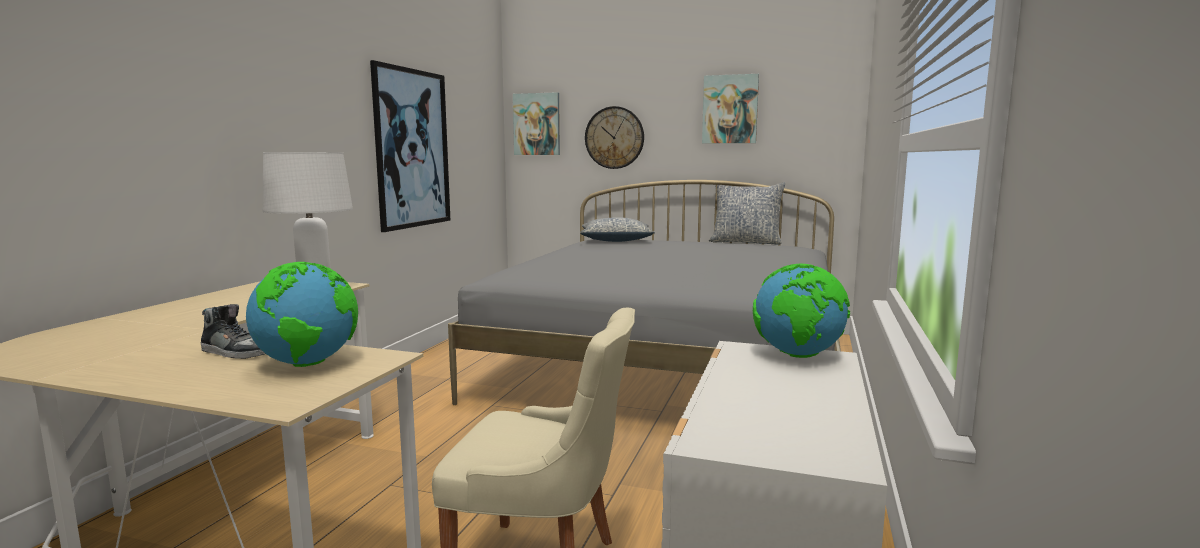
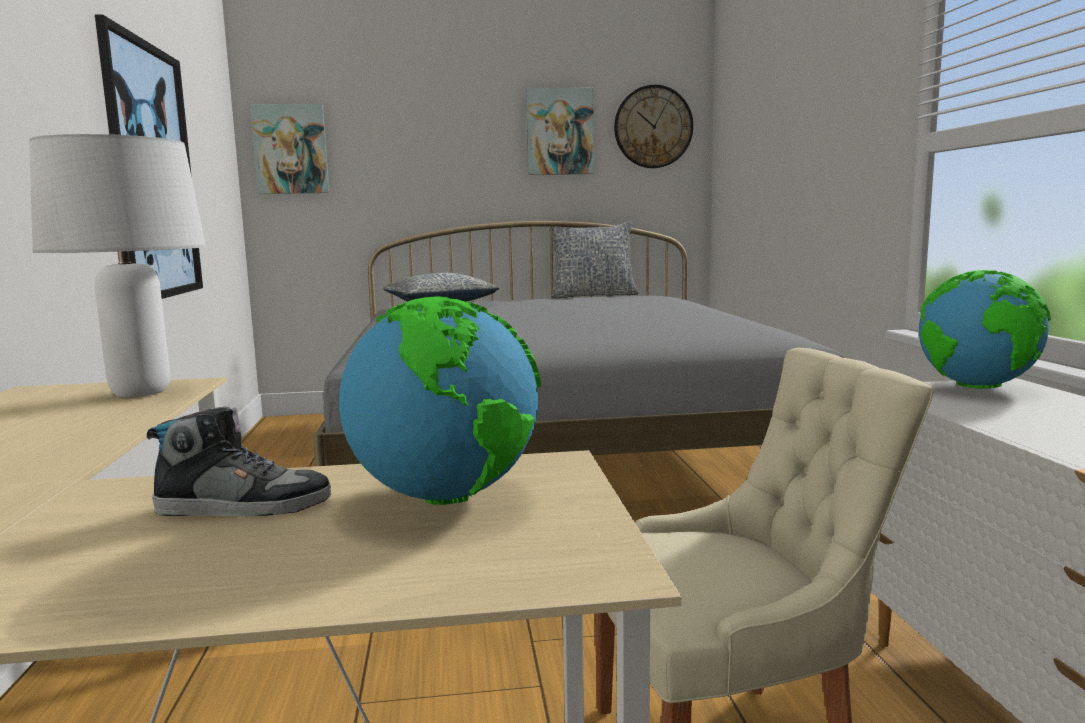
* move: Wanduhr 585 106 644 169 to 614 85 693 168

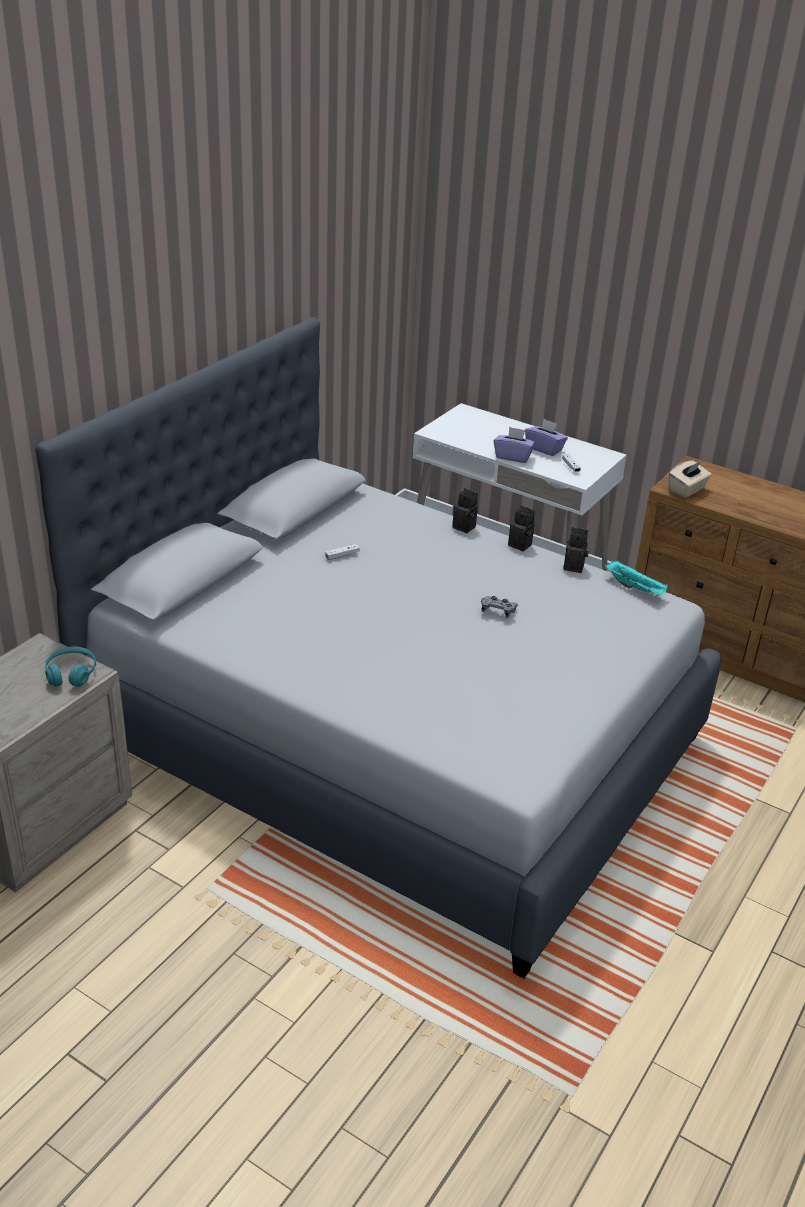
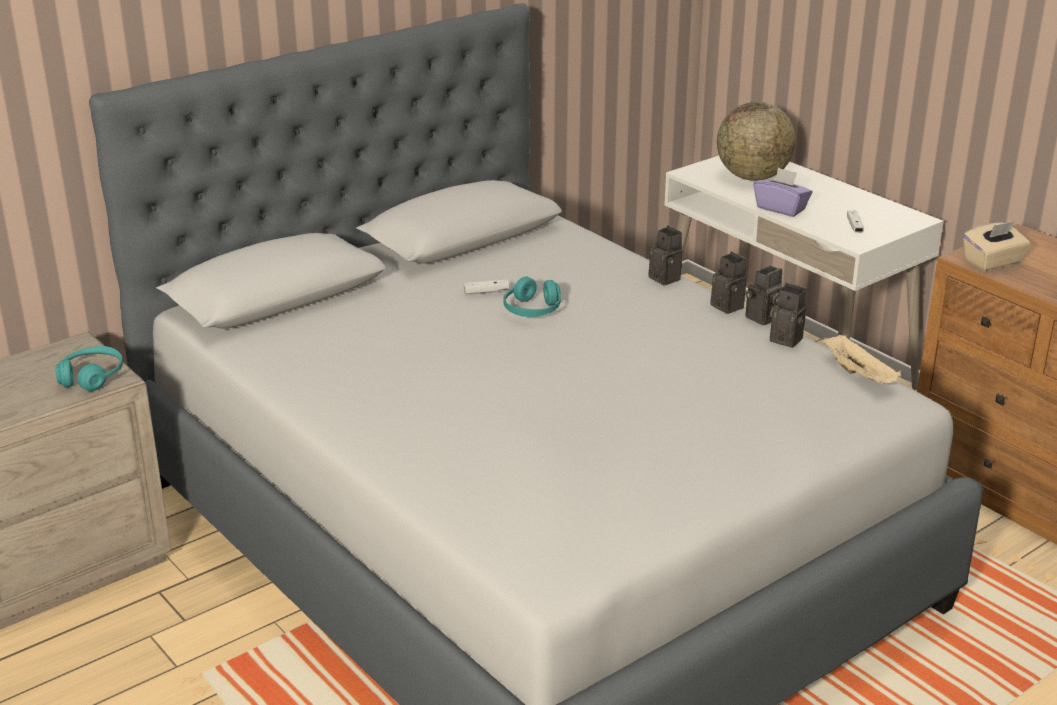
* delete: Gamepad (grau) 481 596 518 618
* delete: Taschentuchbox (lila) 525 419 568 456
* insert: Kopfhörer (türkis) 504 276 561 317
* insert: Globus 717 102 796 181
* insert: Kamera 746 266 783 325
* recolor: Tablett (türkis) 605 561 669 595 to Tablett (beige) 823 335 901 384

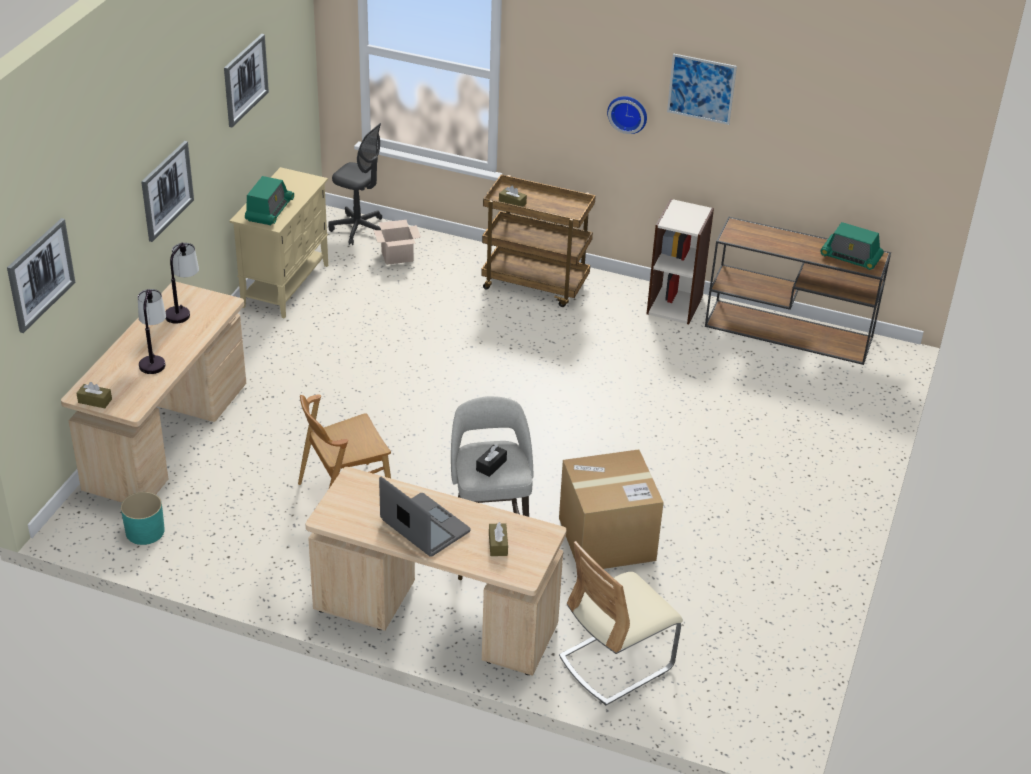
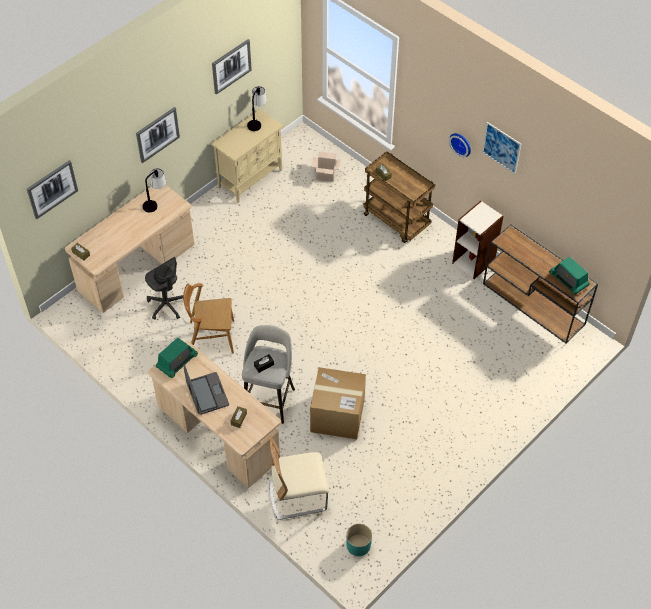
* move: Pflanzkübel (türkis) 121 492 165 545 to 346 524 372 556
* move: Tischlampe 138 289 166 374 to 247 86 267 131
* move: Radio 245 176 294 225 to 156 337 198 378
* move: Bürostuhl (grau) 328 123 382 245 to 145 257 183 320

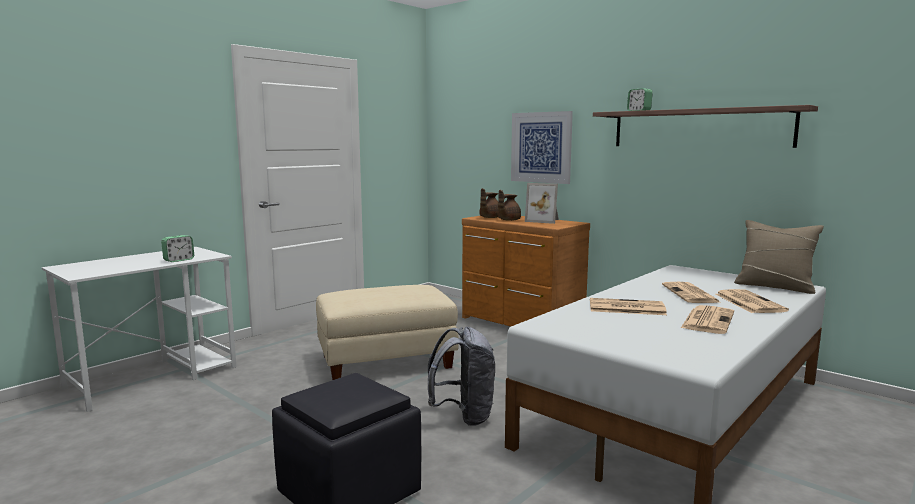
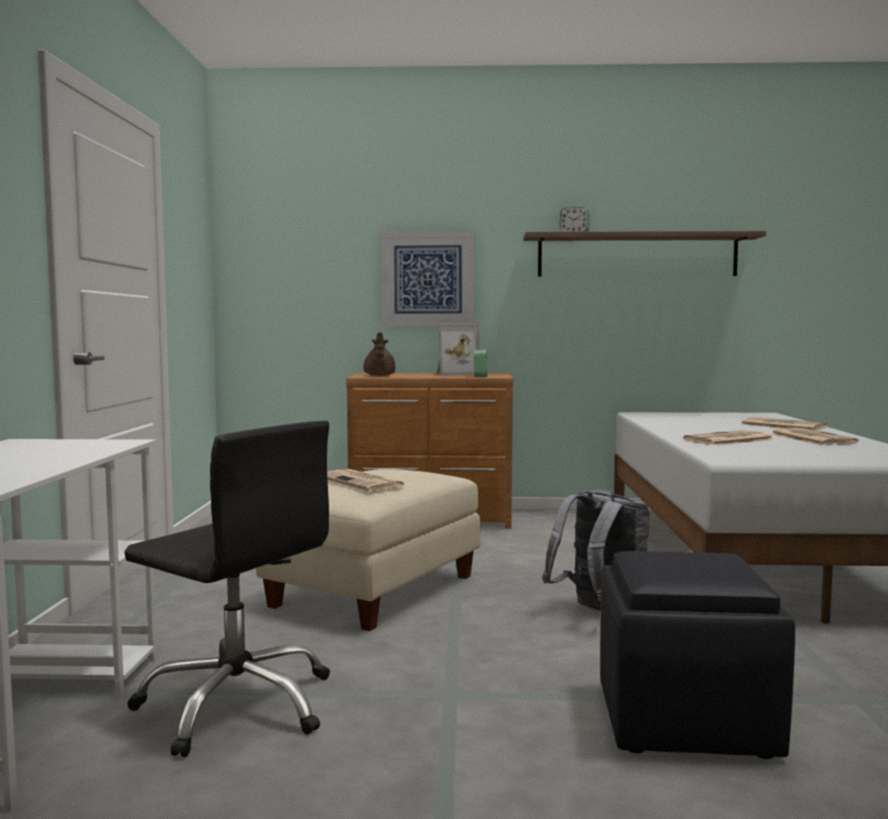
* delete: Teekanne (braun) 498 190 521 221
* delete: Kissen (beige) 734 220 824 294
* insert: Bürostuhl (schwarz) 125 421 330 757
* move: Wecker 161 235 194 262 to 473 350 488 377
* move: Zeitung 662 282 721 303 to 327 469 406 491

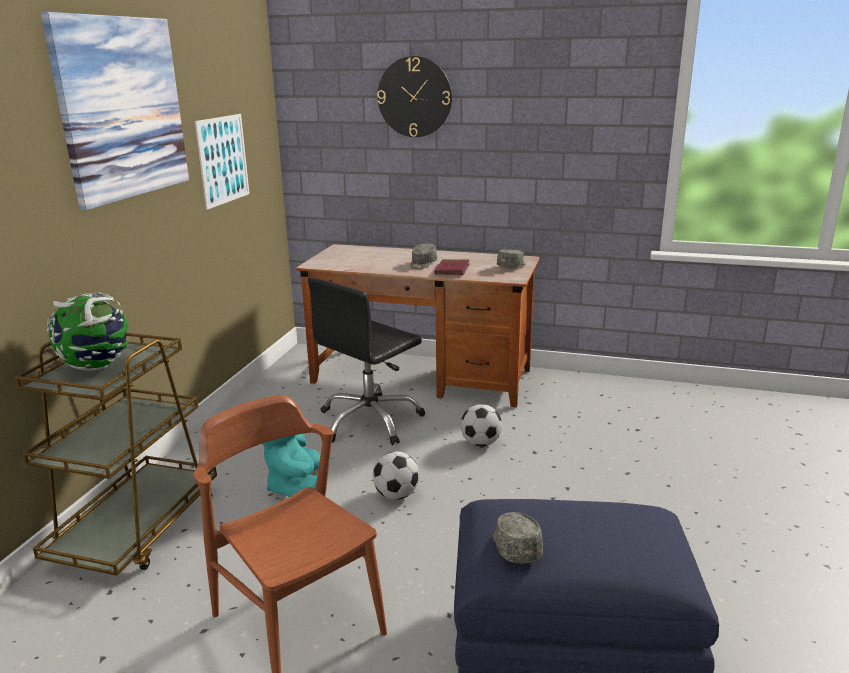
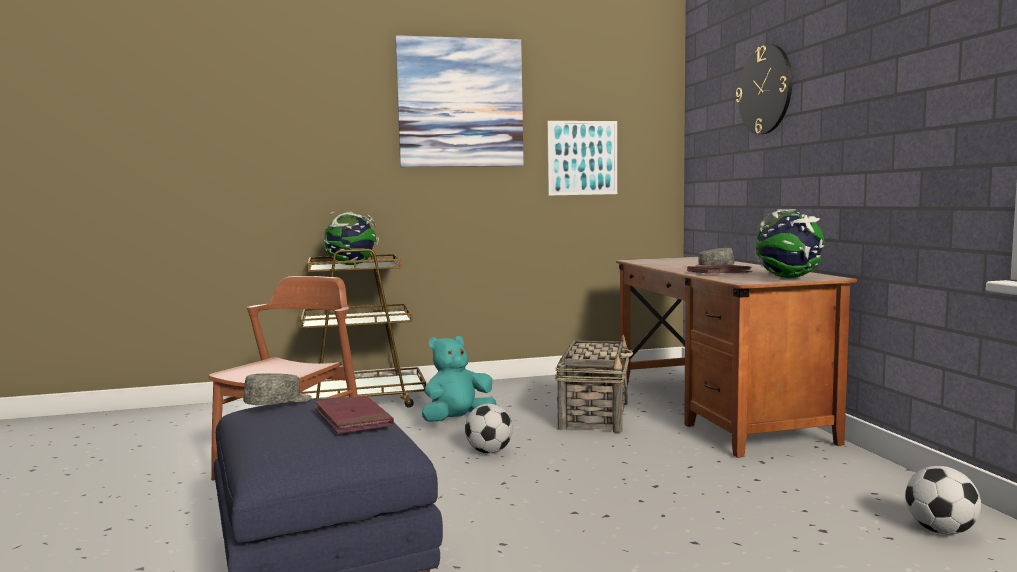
* insert: Buch (rot) 315 396 394 434
* move: Fußball 461 404 502 447 to 905 466 981 534
* replace: Bürostuhl (schwarz) 308 277 425 445 to Korb 555 335 633 433
* replace: Kappe (grau) 497 249 526 267 to Globus 754 209 825 278

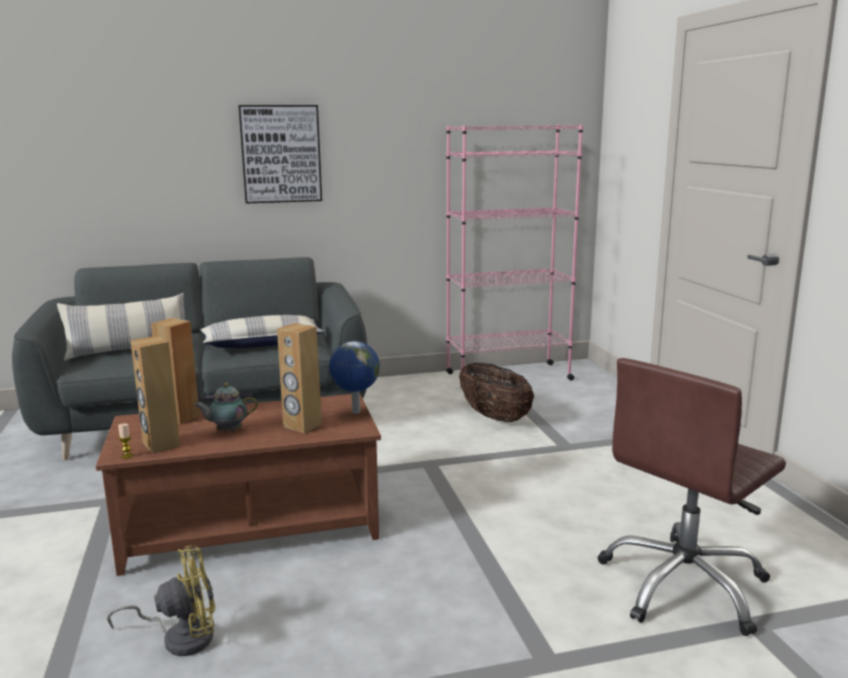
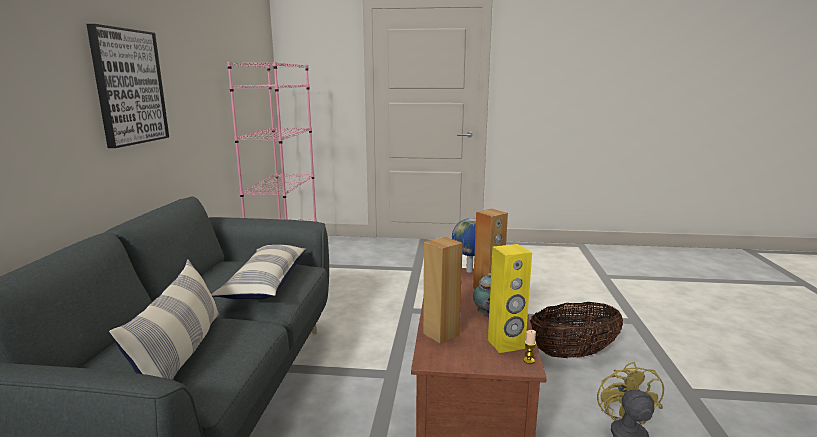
* delete: Bürostuhl (braun) 598 358 786 636
* move: Korb 459 363 534 422 to 530 302 623 358
* recolor: Lautsprecher (braun) 130 336 180 453 to Lautsprecher (gelb) 488 244 532 353

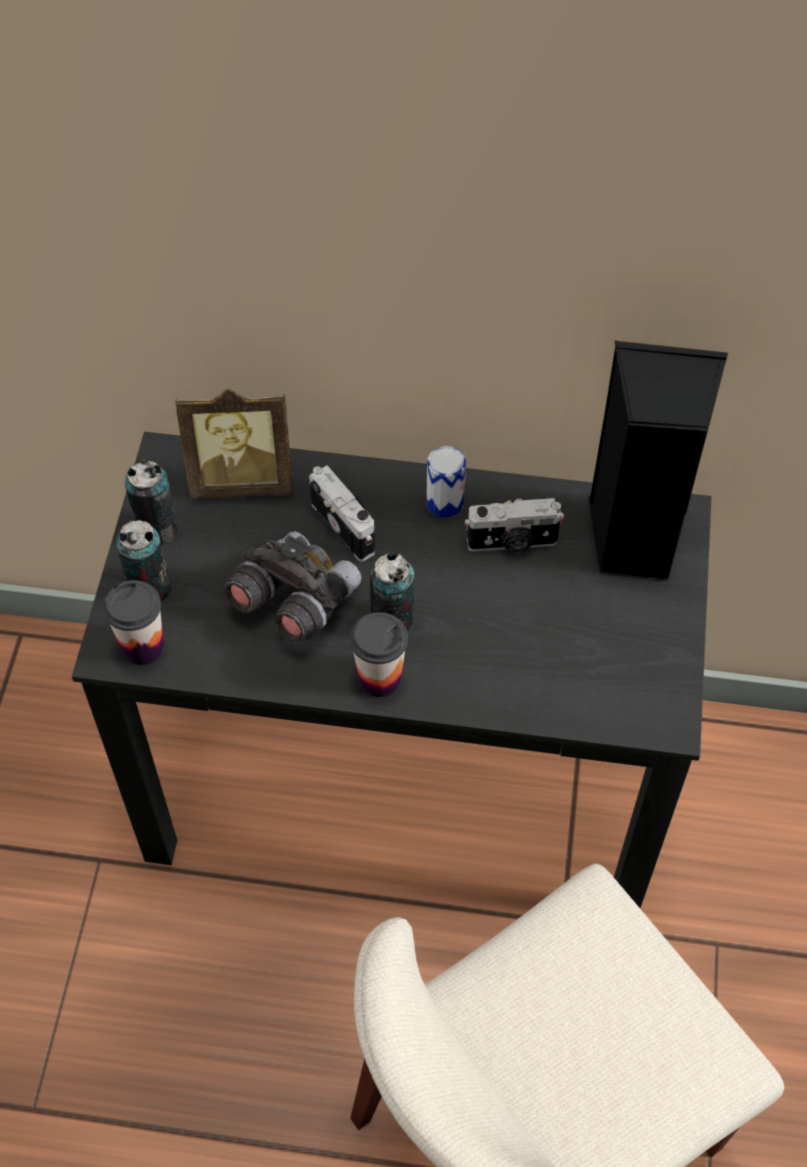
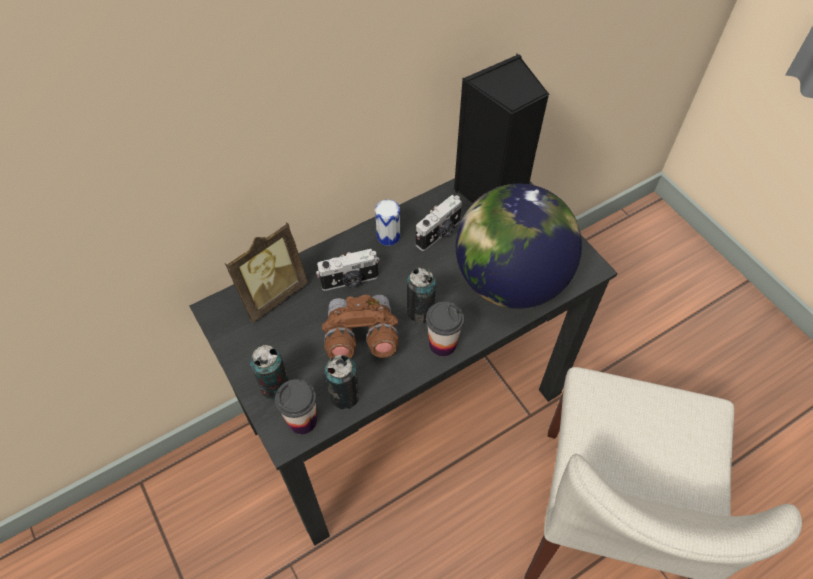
* insert: Globus 456 184 582 309
* move: Dose 125 460 178 545 to 325 355 360 409
* recolor: Fernglas (grau) 223 531 362 643 to Fernglas (braun) 322 295 398 358
* rotate: Kamera 309 465 375 562 = 316 249 380 291 150 degrees clockwise

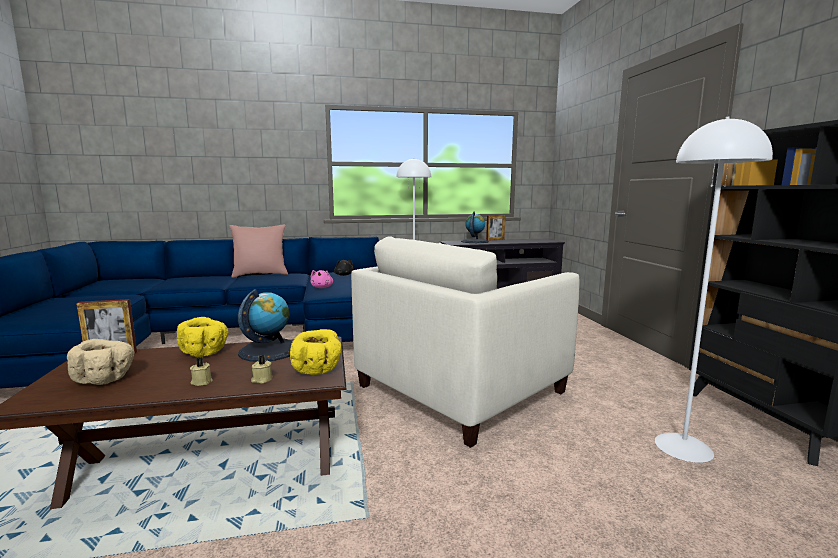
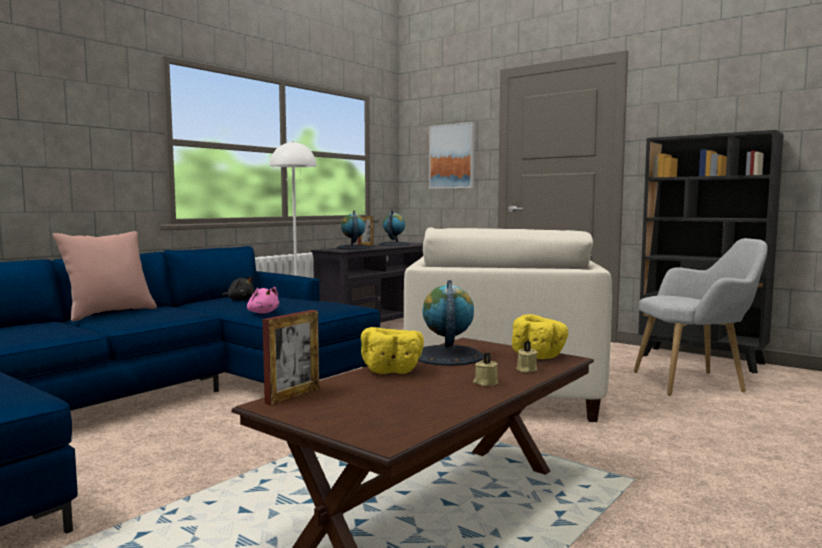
* delete: Schüssel (beige) 67 339 134 385
* insert: Globus 378 210 410 246
* insert: Bild 429 122 475 189
* replace: Stehlampe (weiß) 655 117 773 463 to Sessel (grau) 634 238 767 396

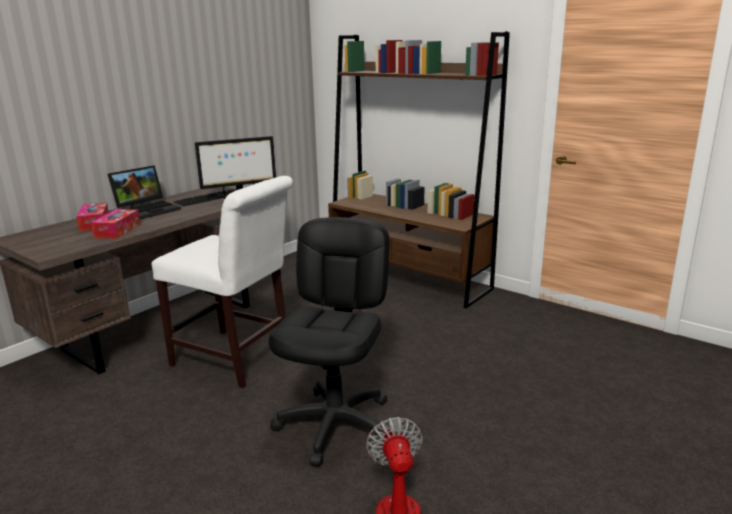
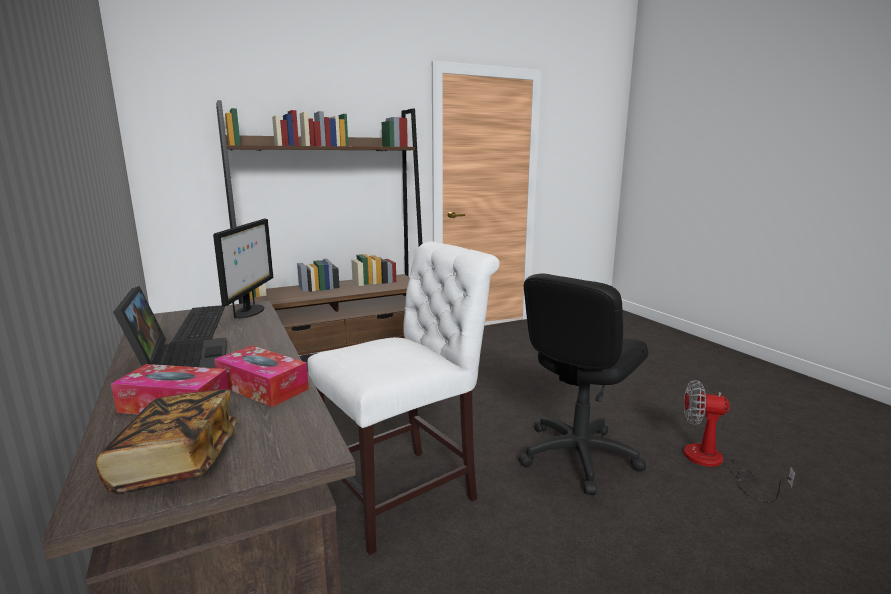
* insert: Buch 96 390 237 493
* rotate: Bürostuhl (schwarz) 269 217 390 467 = 519 273 648 495 90 degrees counterclockwise

